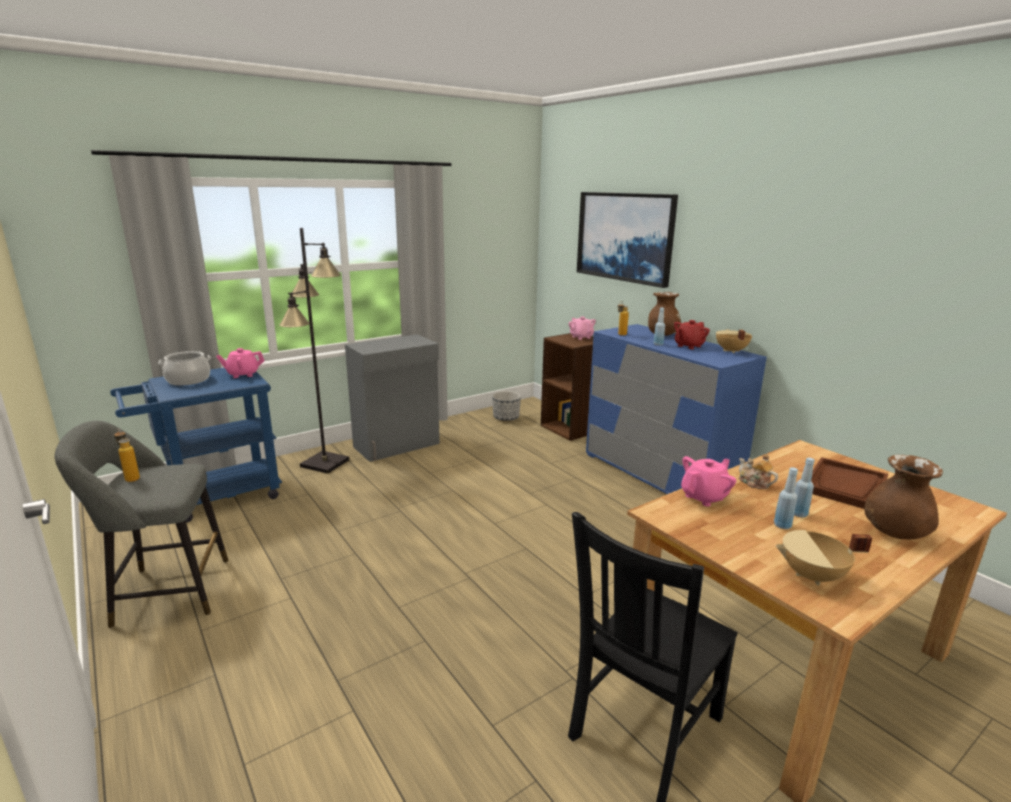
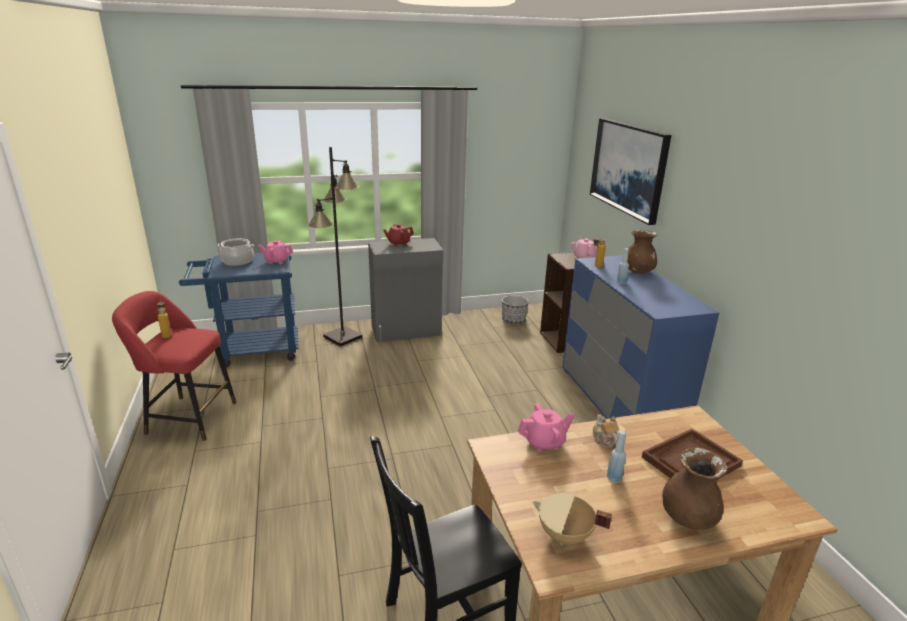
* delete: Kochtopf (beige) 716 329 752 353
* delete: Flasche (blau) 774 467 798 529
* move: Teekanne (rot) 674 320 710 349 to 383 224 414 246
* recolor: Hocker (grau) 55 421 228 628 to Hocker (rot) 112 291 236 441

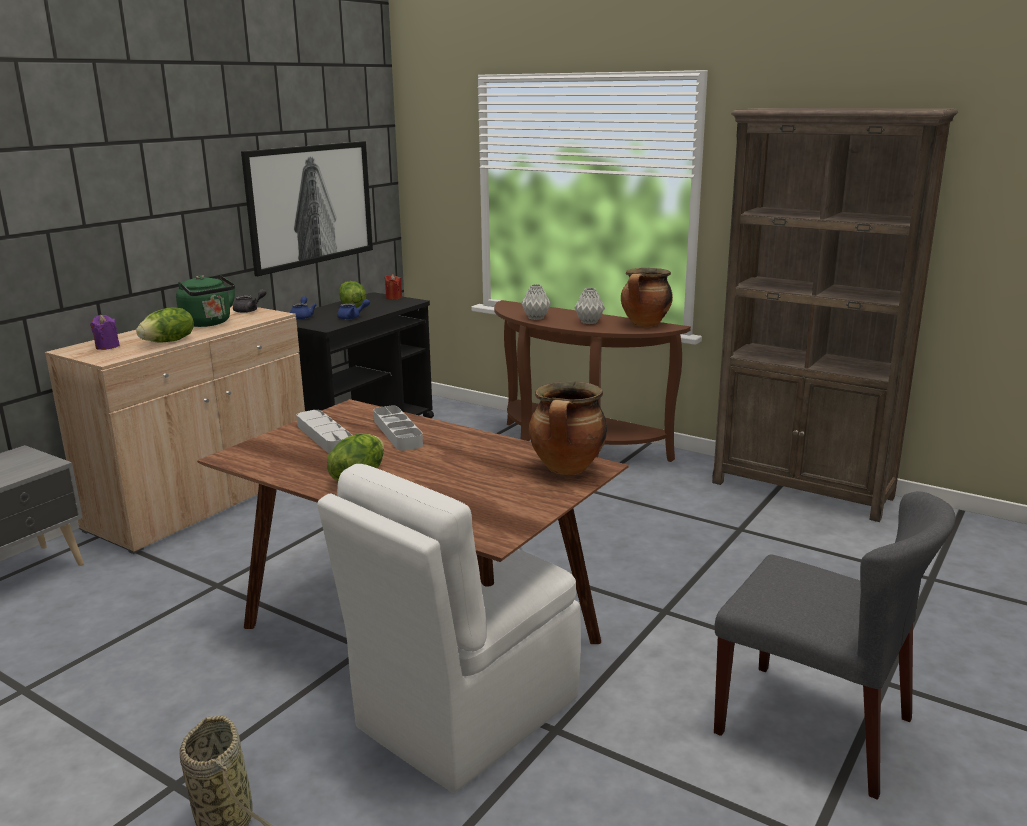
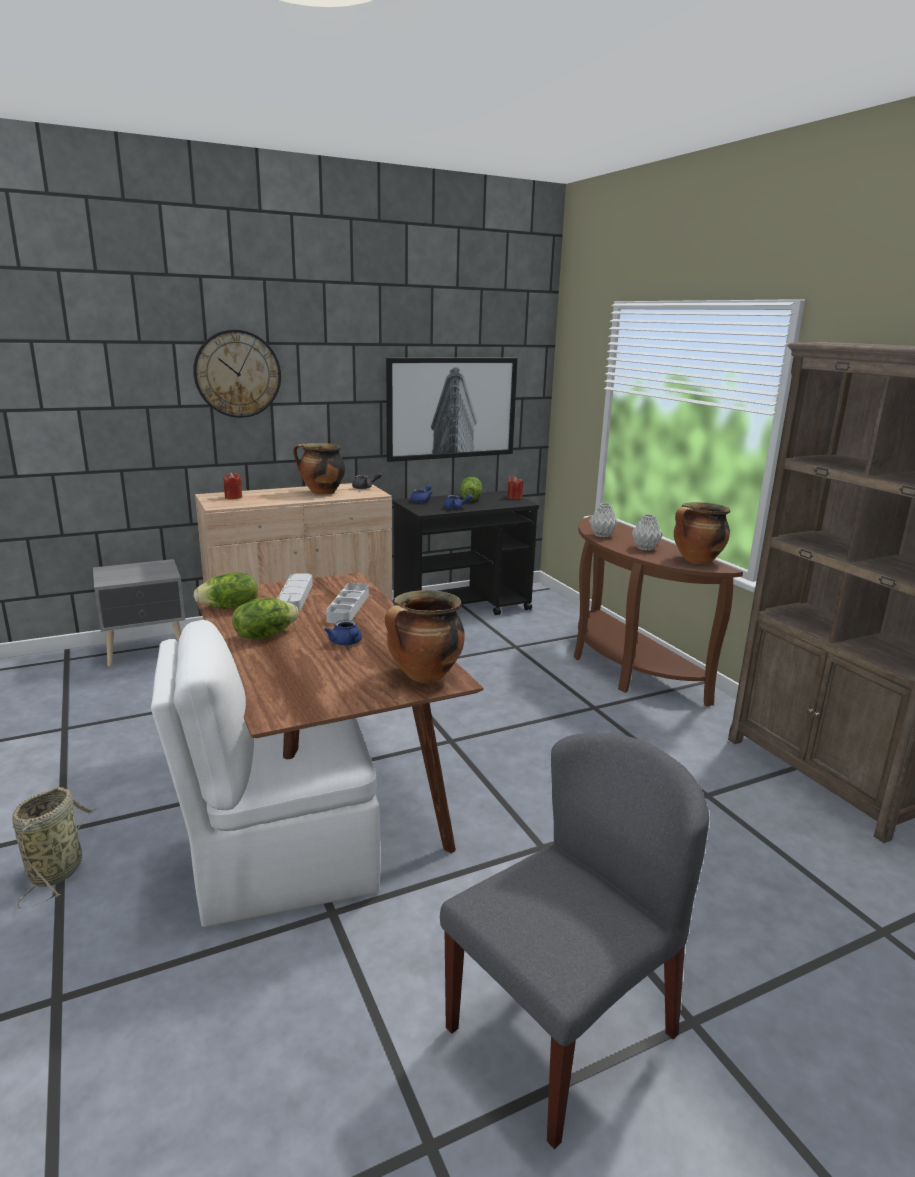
* insert: Wanduhr 193 329 281 418
* insert: Teekanne (blau) 324 620 362 645
* move: Salatkopf 136 308 194 343 to 194 573 258 609
* replace: Wasserkessel (grün) 176 275 235 327 to Kochtopf 293 443 345 495
* recolor: Kerze (lila) 90 315 120 350 to Kerze (rot) 223 473 243 499
* rotate: Stuhl (grau) 714 491 956 800 = 440 733 709 1149 105 degrees counterclockwise

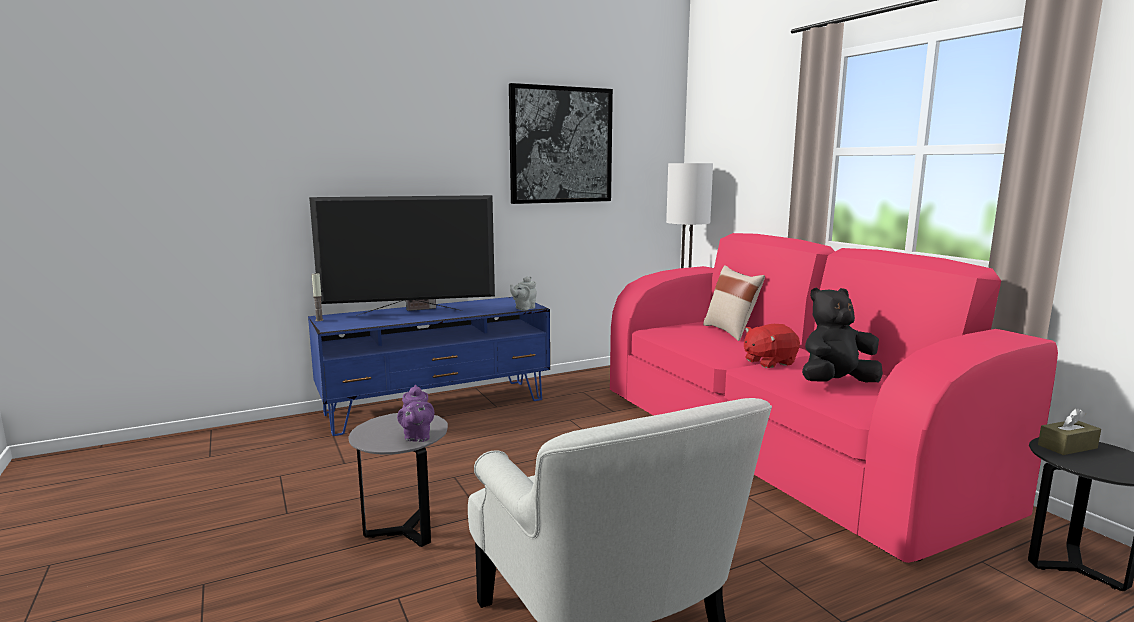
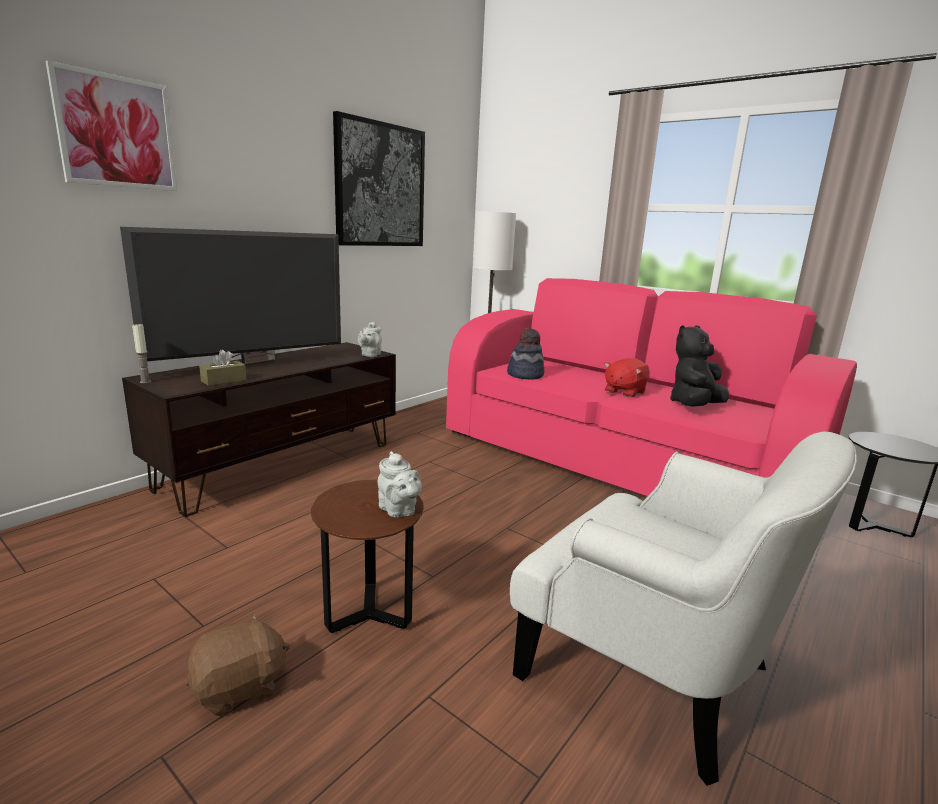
* delete: Kissen (beige) 703 265 765 341
* insert: Bild 45 60 177 191
* insert: Plüschtier (braun) 186 613 290 716
* insert: Hut 507 328 544 380
* move: Taschentuchbox (braun) 1038 408 1101 455 to 199 349 246 386
* recolor: Fernsehschrank (blau) 308 297 550 436 to Fernsehschrank (braun) 122 342 396 517
* recolor: Beistelltisch (grau) 348 413 448 547 to Beistelltisch (braun) 311 480 423 633
* recolor: Teekanne (lila) 397 385 434 442 to Teekanne (grau) 378 451 422 517

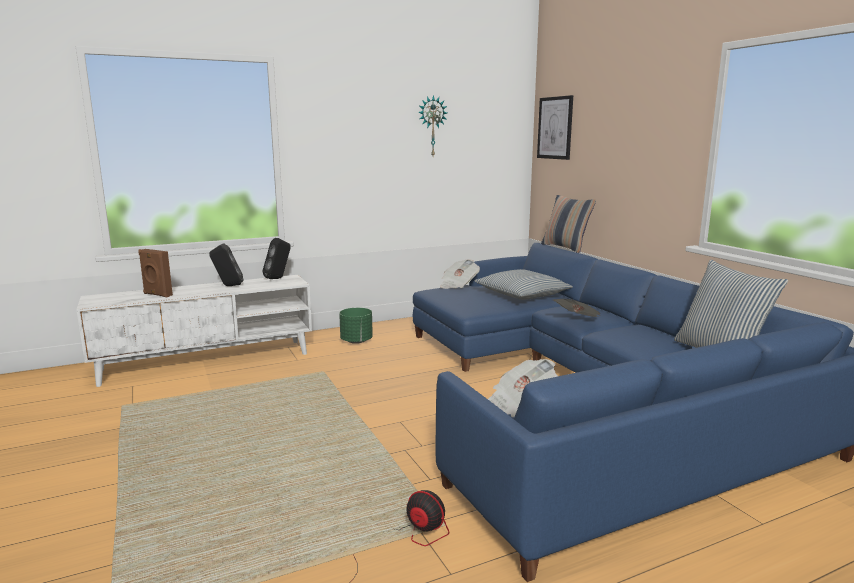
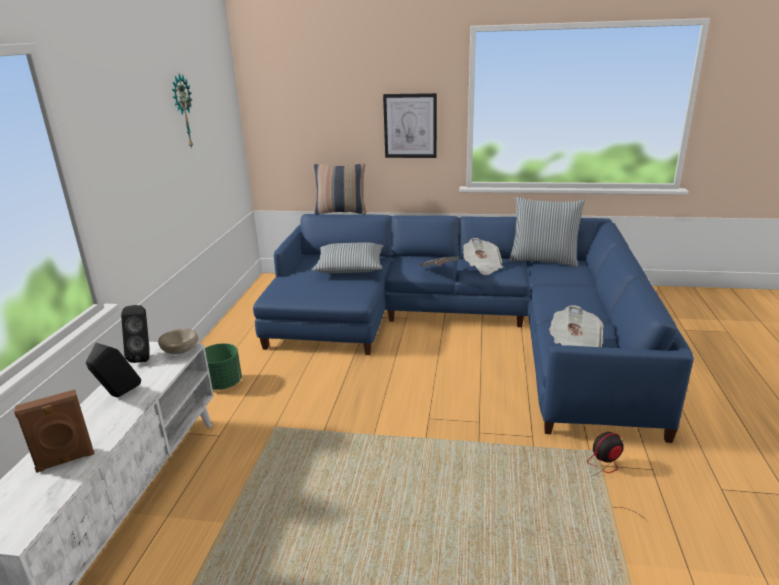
* insert: Schüssel (beige) 158 328 198 354
* move: Zeitung 440 259 480 289 to 463 238 503 275
* move: Bild 537 95 573 160 to 383 93 437 158

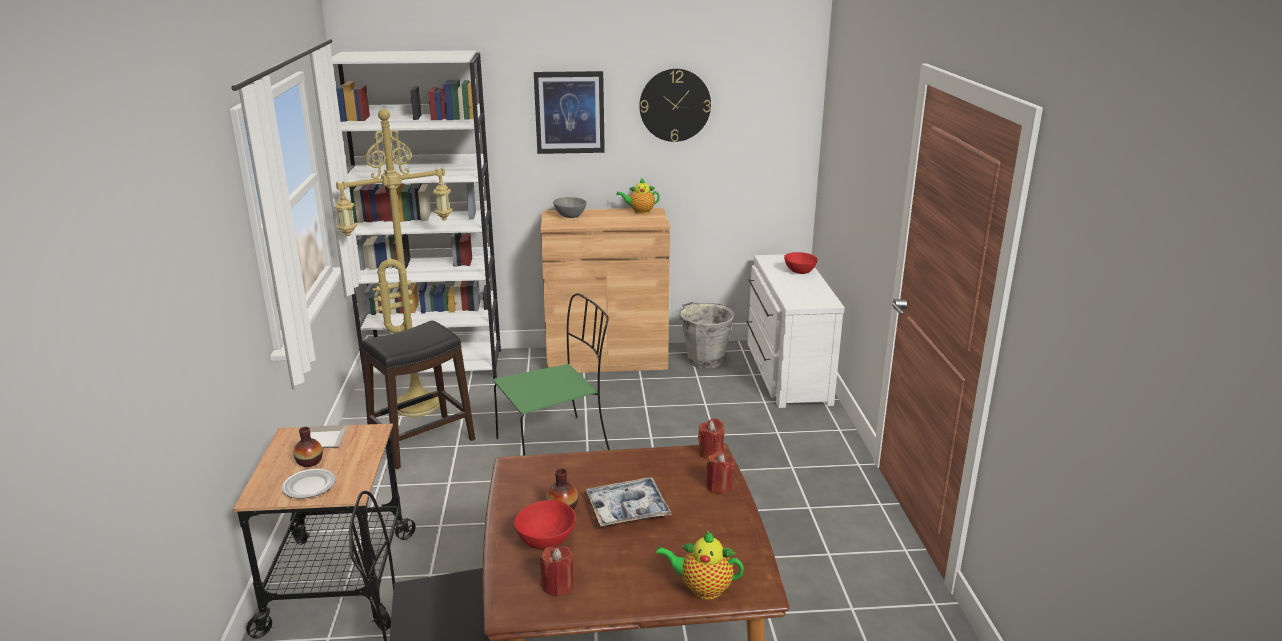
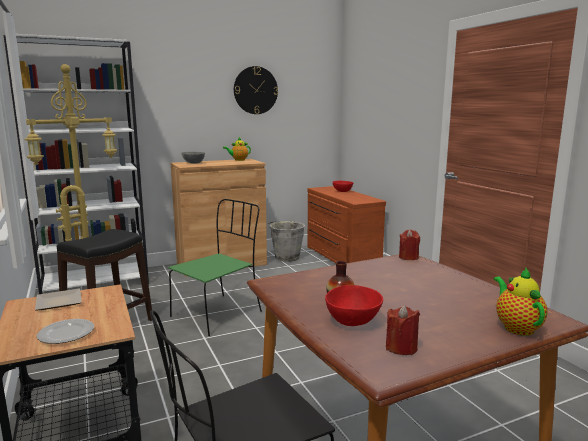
* delete: Vase 293 427 323 467
* delete: Bild 534 71 605 154
* delete: Tablett 586 477 672 526
* delete: Kerze (rot) 706 451 735 494
* recolor: Kommode (weiß) 746 254 845 408 to Kommode (braun) 307 186 386 263
* rotate: Teekanne 656 531 744 600 = 494 267 548 336 90 degrees clockwise

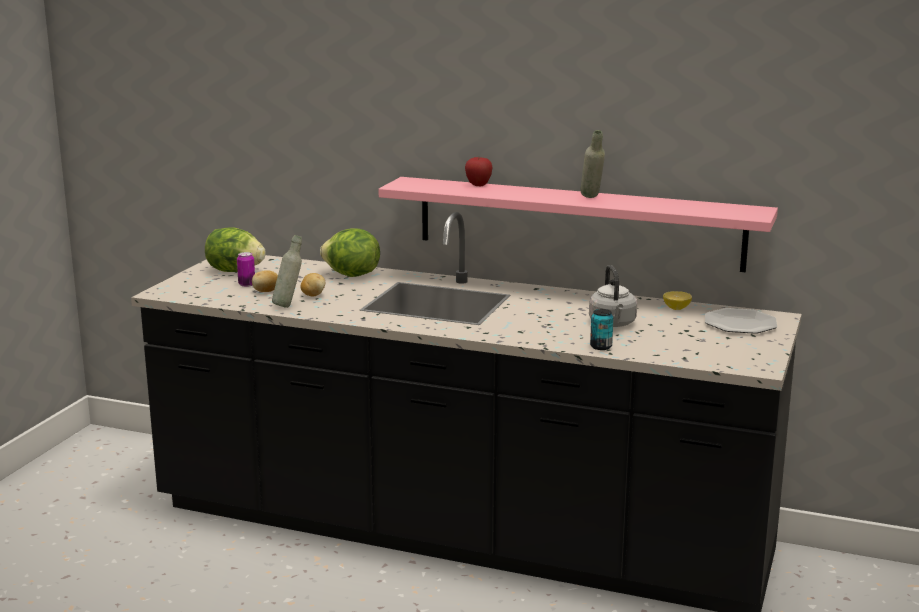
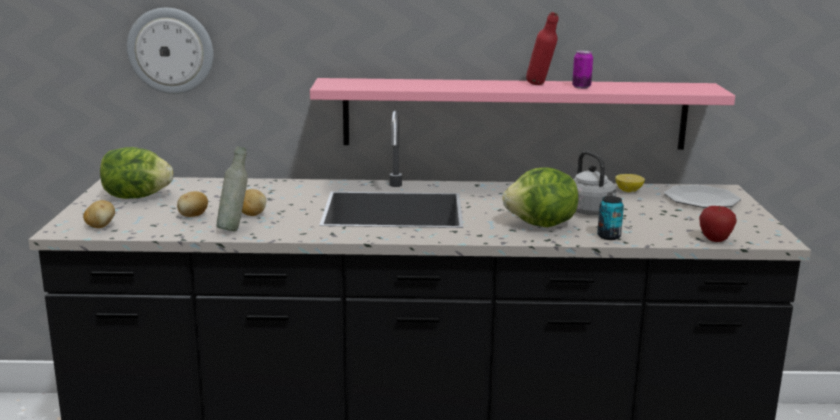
* insert: Kartoffel 83 200 115 228
* insert: Wanduhr 127 8 214 94
* move: Dose 237 252 255 287 to 572 51 593 89
* move: Salatkopf 320 228 380 277 to 502 167 579 227
* move: Apfel 465 157 493 186 to 699 206 737 242
* recolor: Flasche (grau) 580 130 605 198 to Flasche (rot) 526 12 558 85

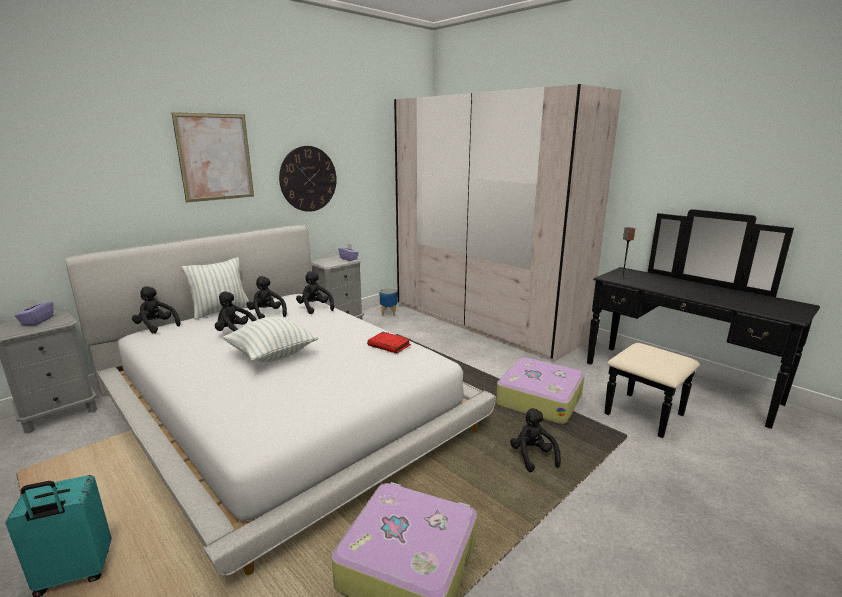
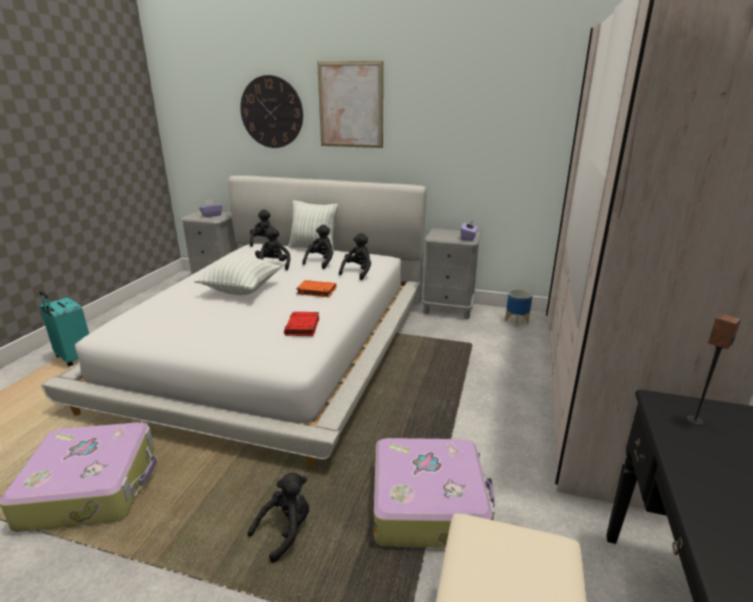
* insert: Buch (orange) 296 280 336 297
* move: Wanduhr 279 146 337 212 to 240 75 303 148

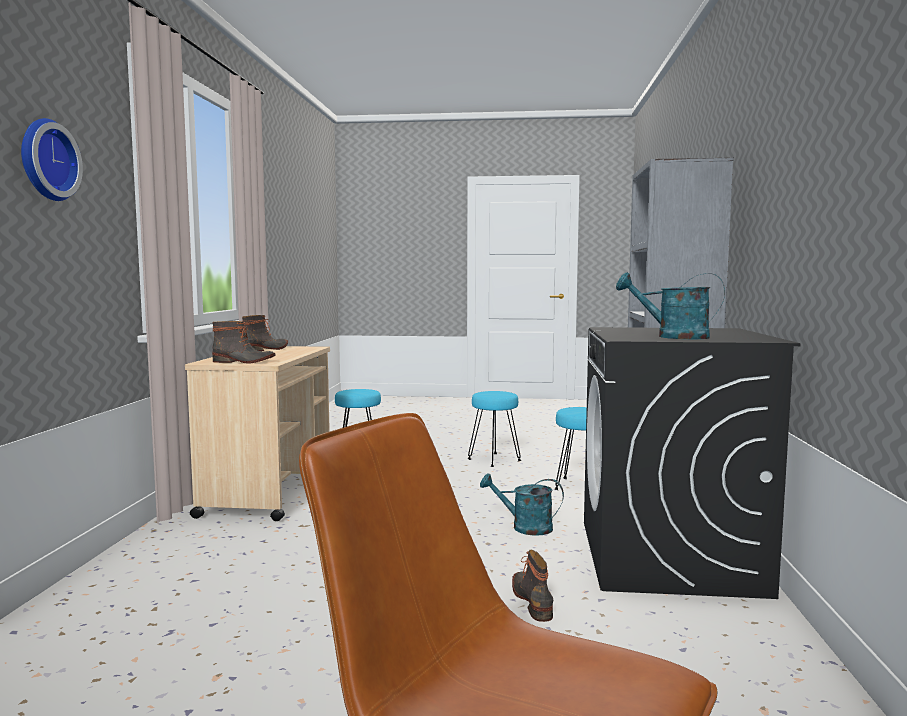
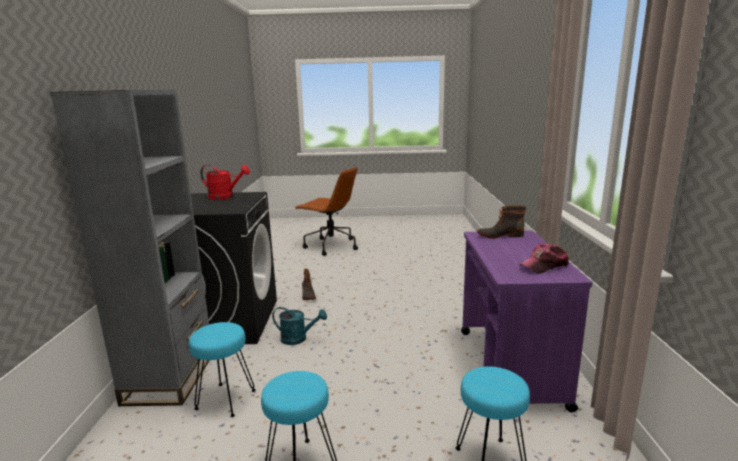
* delete: Wanduhr 21 118 83 201
* replace: Stiefel 242 315 288 351 to Kappe 519 244 569 274
* recolor: Rollwagen (beige) 185 346 330 521 to Rollwagen (lila) 461 230 592 412
* recolor: Gießkanne (türkis) 616 272 725 339 to Gießkanne (rot) 200 165 250 200

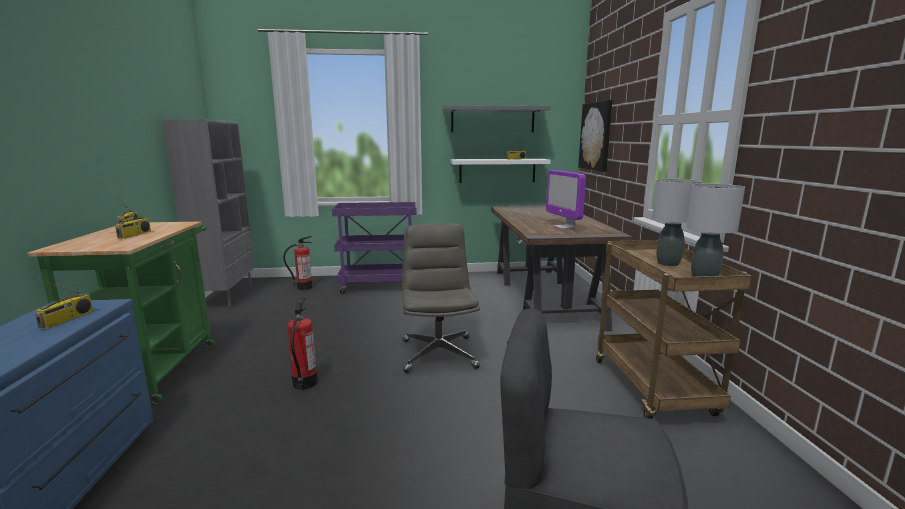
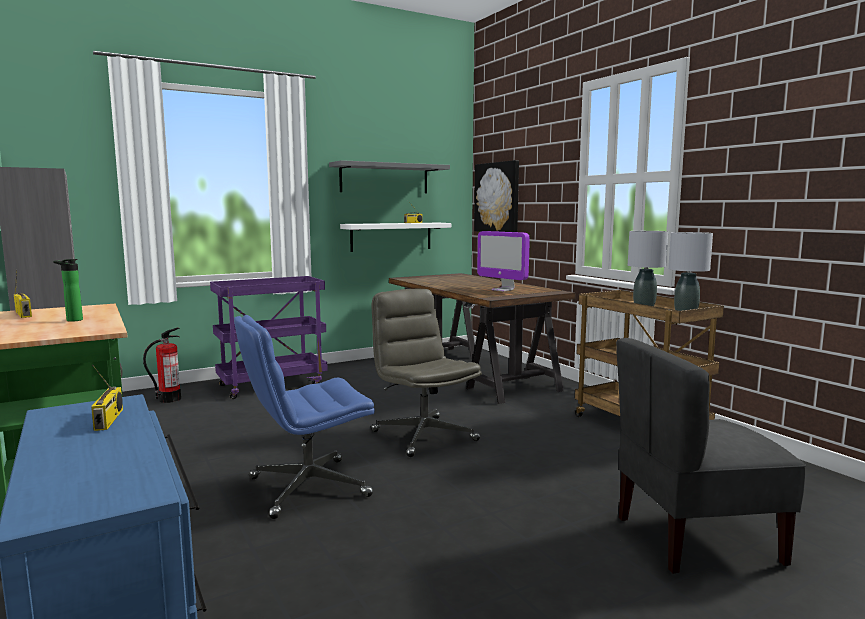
* replace: Radio 115 203 151 239 to Flasche 53 259 83 322
* replace: Feuerlöscher 287 298 318 390 to Bürostuhl (blau) 234 315 375 519

